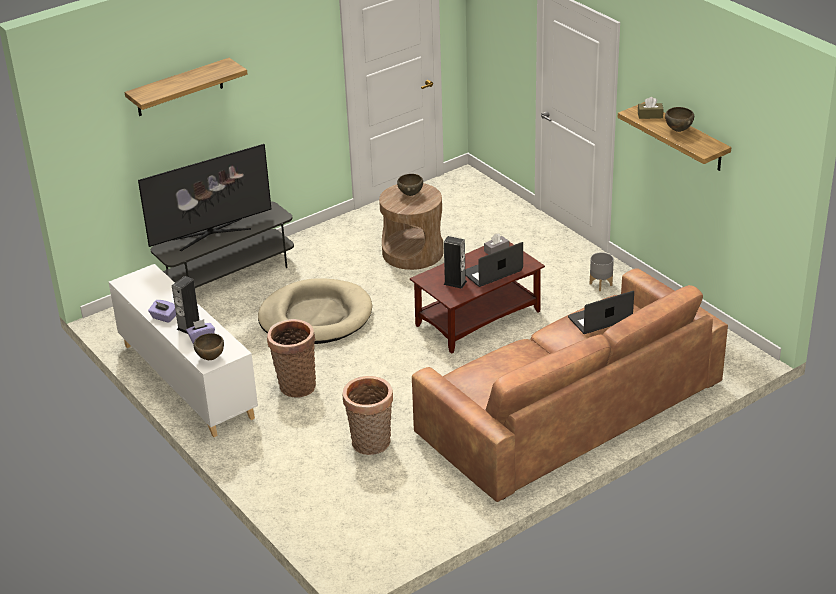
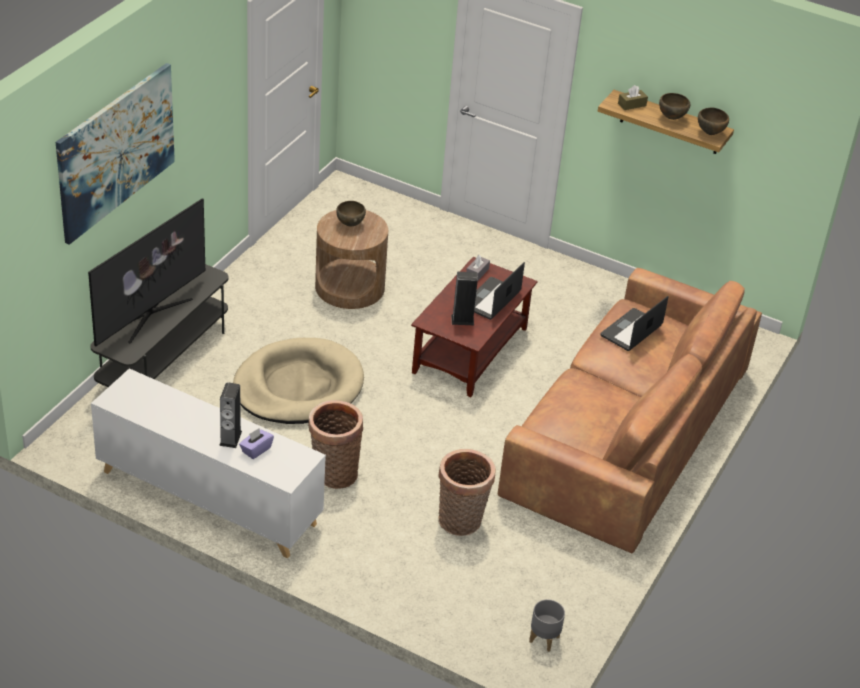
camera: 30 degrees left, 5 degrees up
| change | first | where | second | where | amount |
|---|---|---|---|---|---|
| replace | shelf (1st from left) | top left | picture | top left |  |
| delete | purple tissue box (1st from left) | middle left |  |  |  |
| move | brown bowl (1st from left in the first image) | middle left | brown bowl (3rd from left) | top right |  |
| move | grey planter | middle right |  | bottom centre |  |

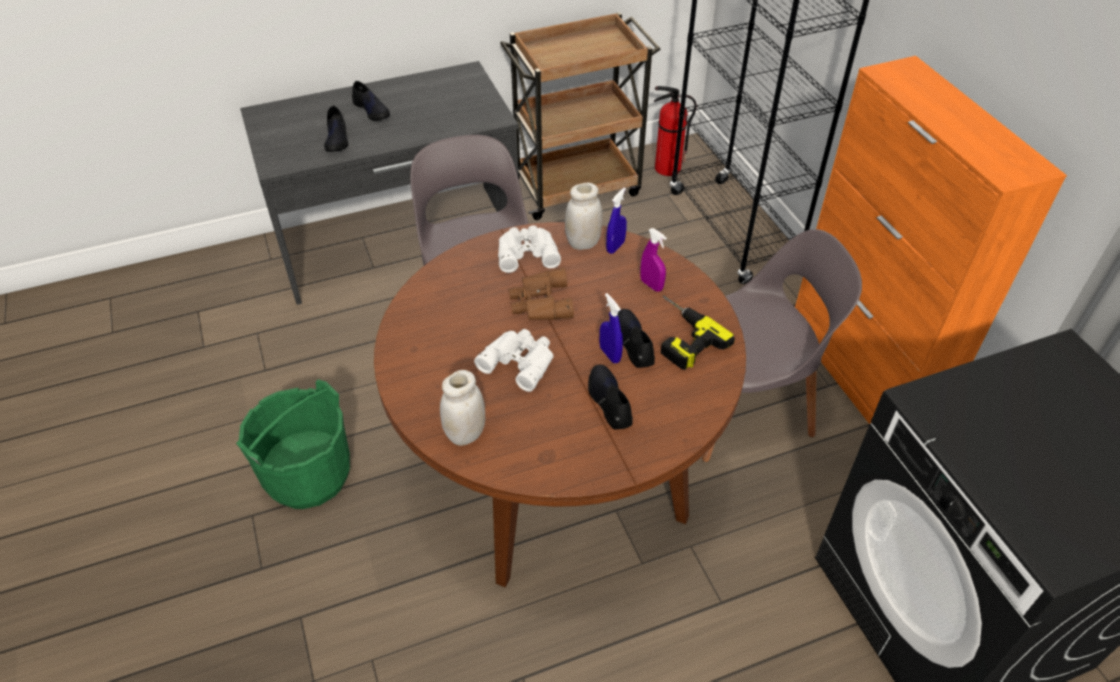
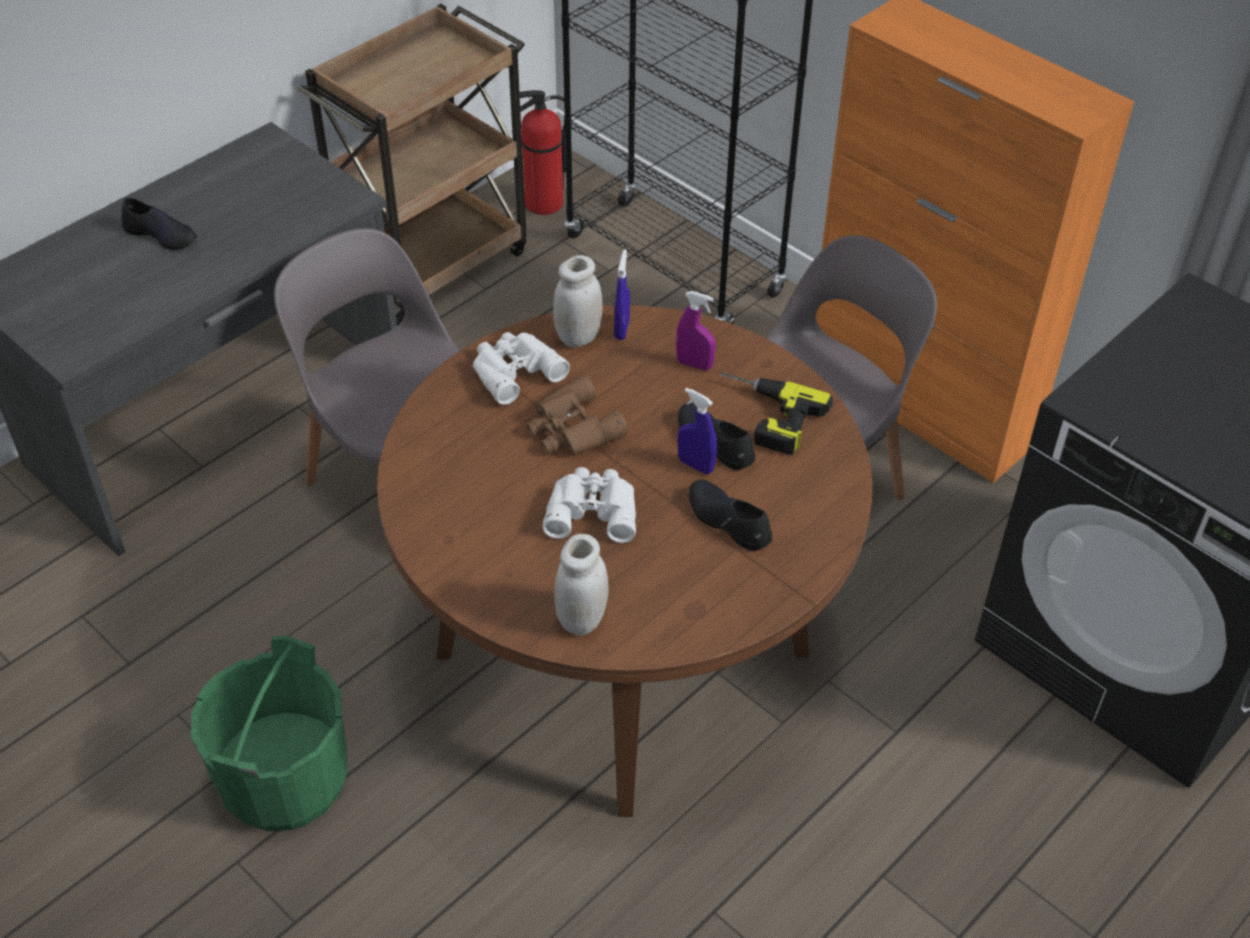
camera: 25 degrees left, 0 degrees up
| change | first | where | second | where | amount |
|---|---|---|---|---|---|
| delete | black shoe (1st from left) | top left |  |  |  |

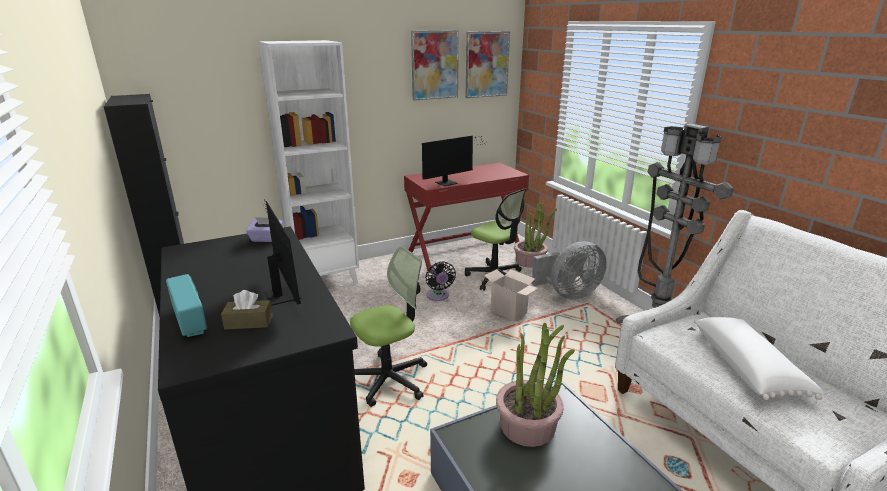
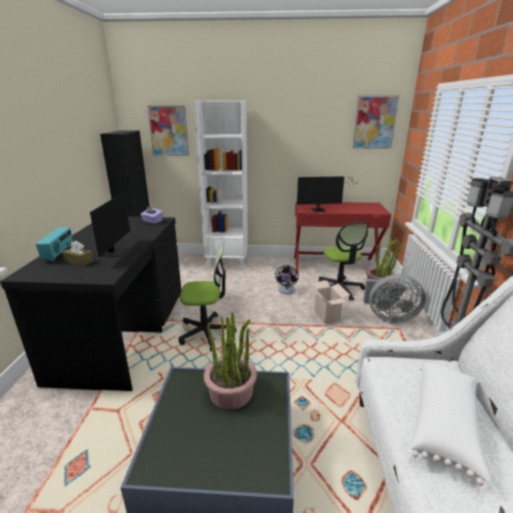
camera: 30 degrees right, 0 degrees up
| change | first | where | second | where | amount |
|---|---|---|---|---|---|
| move | picture (1st from left) | top centre |  | top left |  |

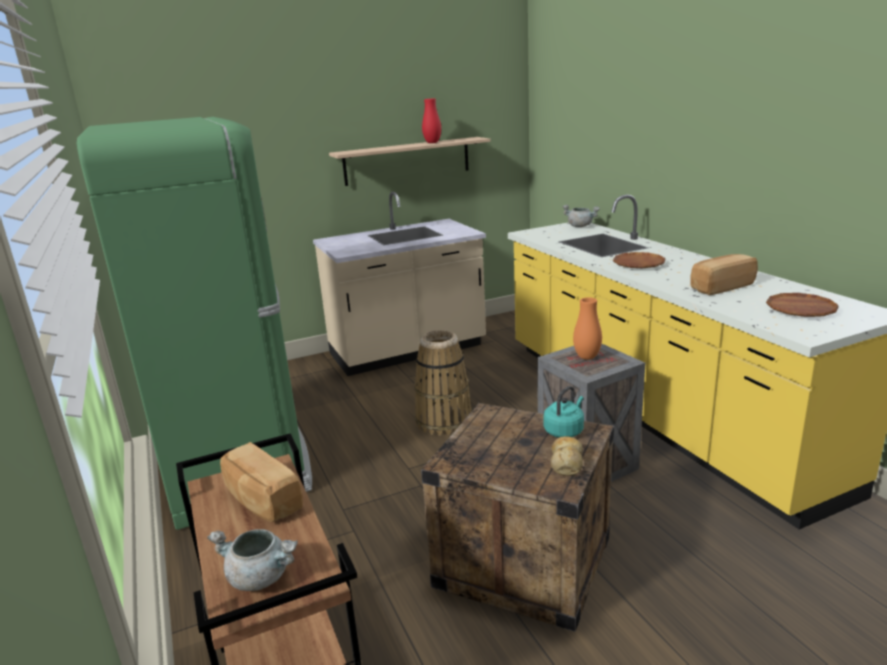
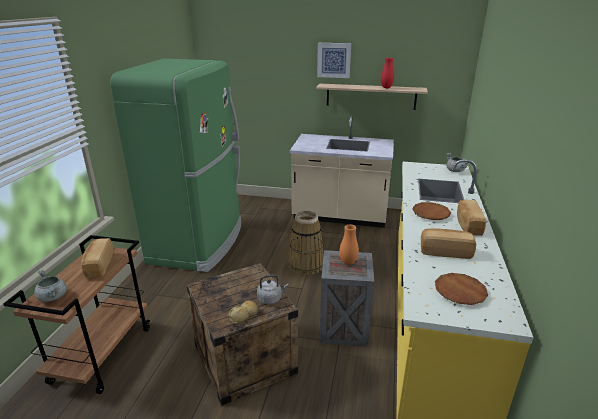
camera: 35 degrees right, 5 degrees up
| change | first | where | second | where | amount |
|---|---|---|---|---|---|
| recolor | turquoise kettle | centre | grey kettle | bottom centre |  |
| insert |  |  | picture | top centre |  |
| insert |  |  | bread (4th from left) | middle right |  |

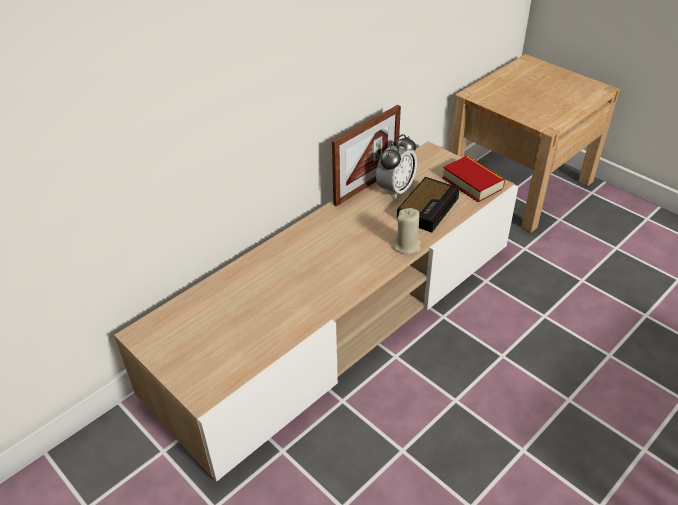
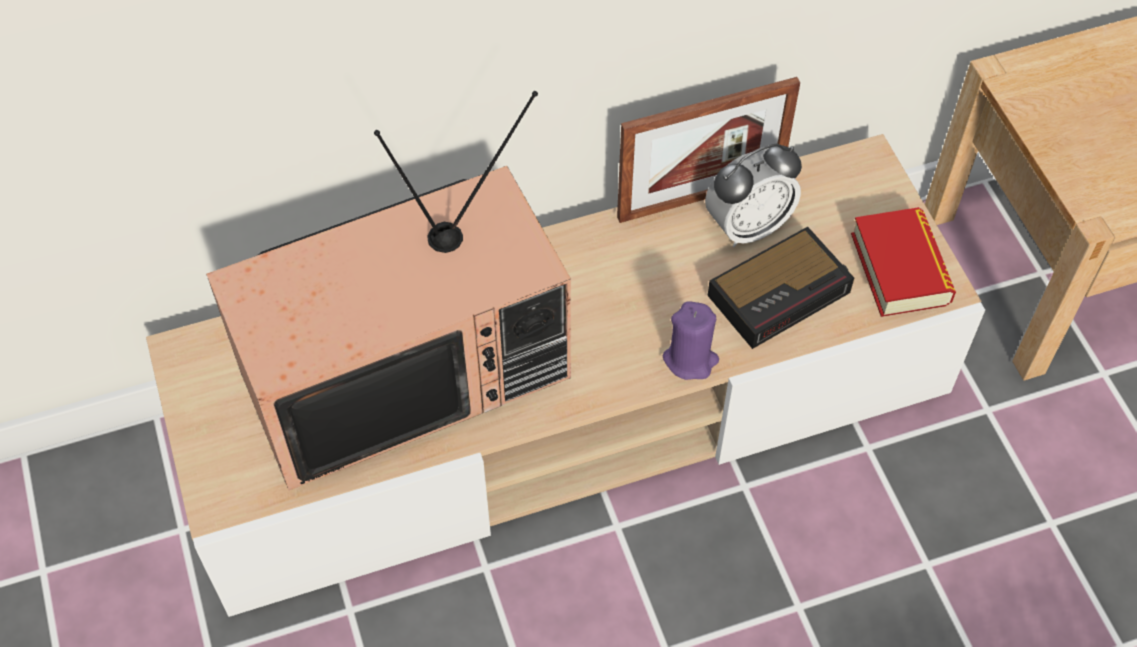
camera: 25 degrees right, 15 degrees up
| change | first | where | second | where | amount |
|---|---|---|---|---|---|
| recolor | beige candle | centre | purple candle | centre |  |
| insert |  |  | television | centre |  |

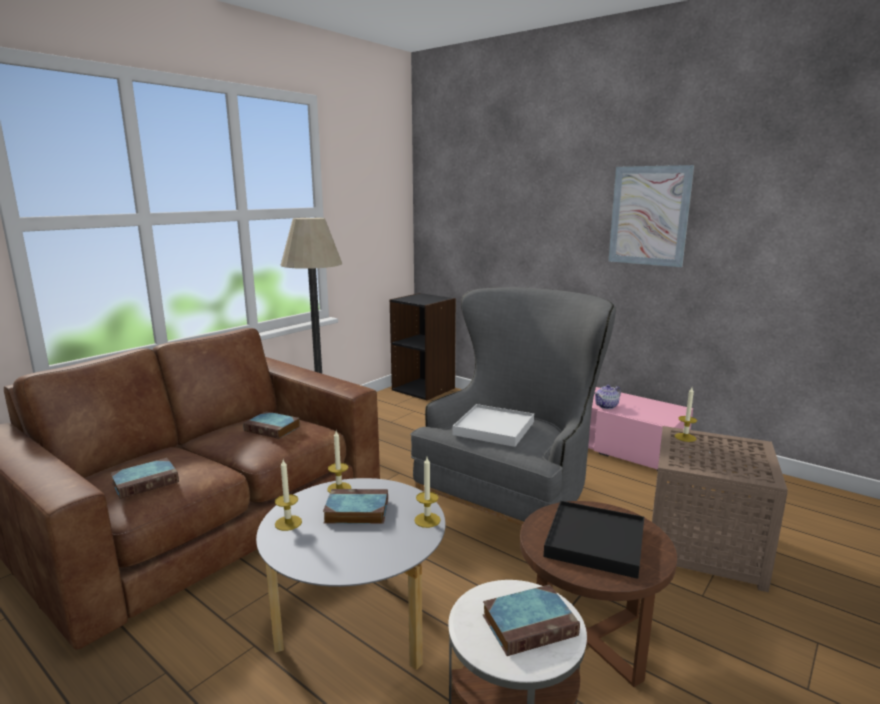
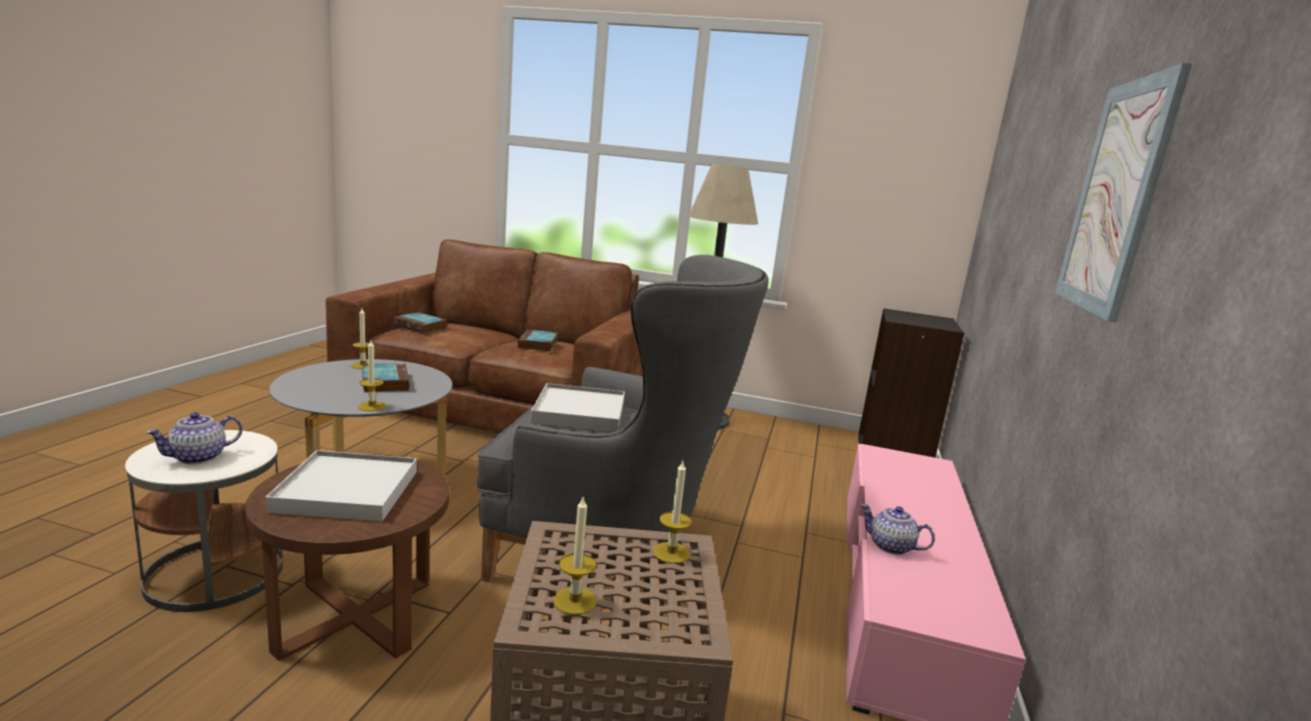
camera: 65 degrees right, 0 degrees up
| change | first | where | second | where | amount |
|---|---|---|---|---|---|
| move | candle (2nd from left in the first image) | centre | candle (3rd from left) | bottom centre |  |
| replace | book (4th from left) | bottom centre | teapot (1st from left) | middle left |  |
| recolor | black tray | bottom right | white tray (1st from left) | bottom left |  |

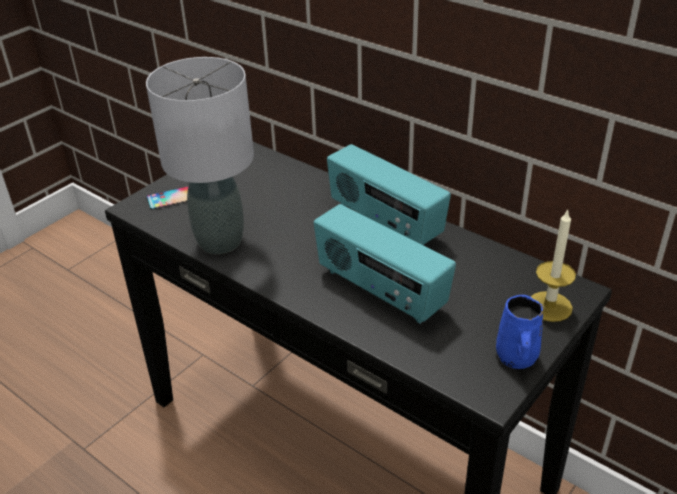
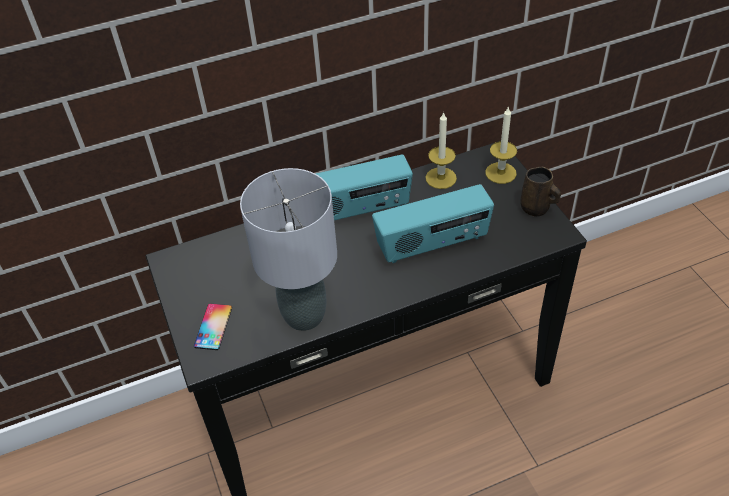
camera: 60 degrees left, 10 degrees up
| change | first | where | second | where | amount |
|---|---|---|---|---|---|
| recolor | blue mug | bottom right | brown mug | middle right |  |
| insert |  |  | candle (1st from left) | top centre |  |

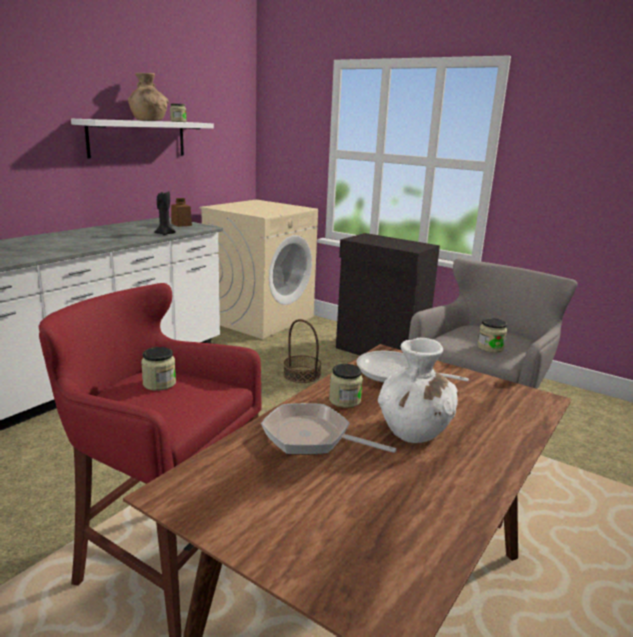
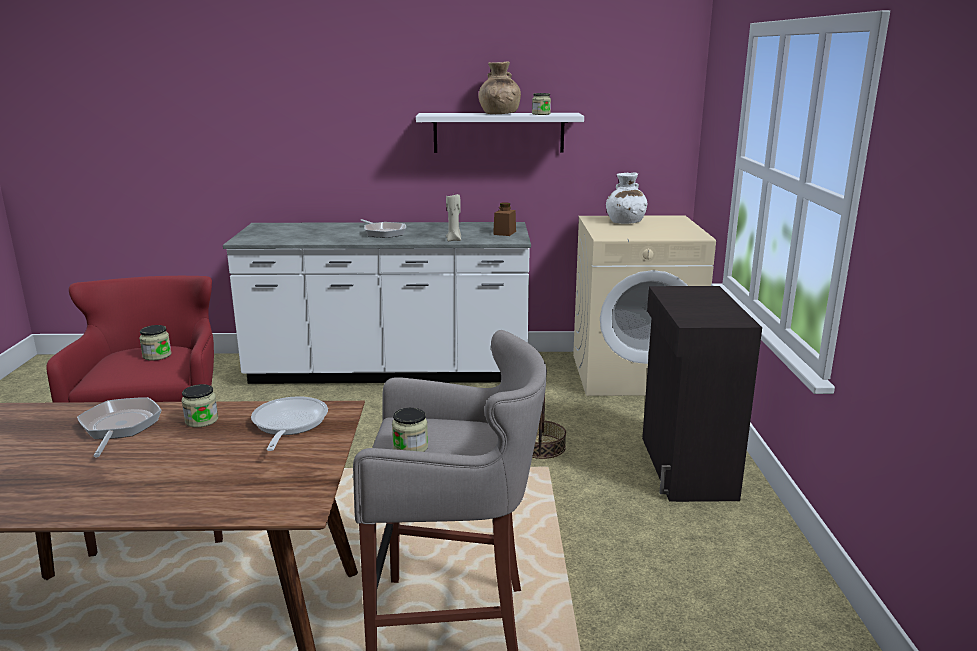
camera: 55 degrees right, 0 degrees up
| change | first | where | second | where | amount |
|---|---|---|---|---|---|
| recolor | black candle | middle left | beige candle | centre |  |
| move | white vase | centre |  | top centre |  |
| insert |  |  | frying pan (3rd from left) | centre |  |

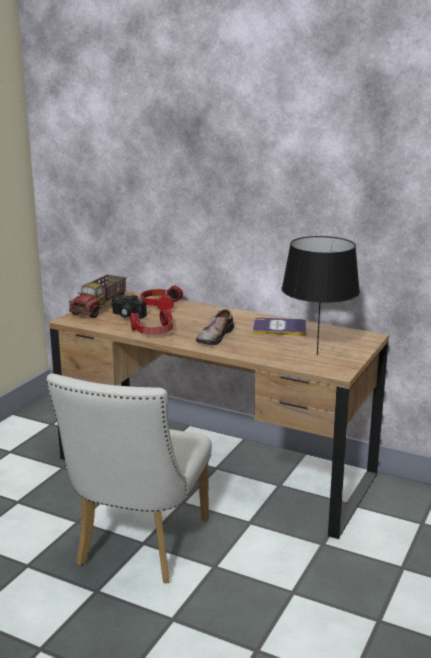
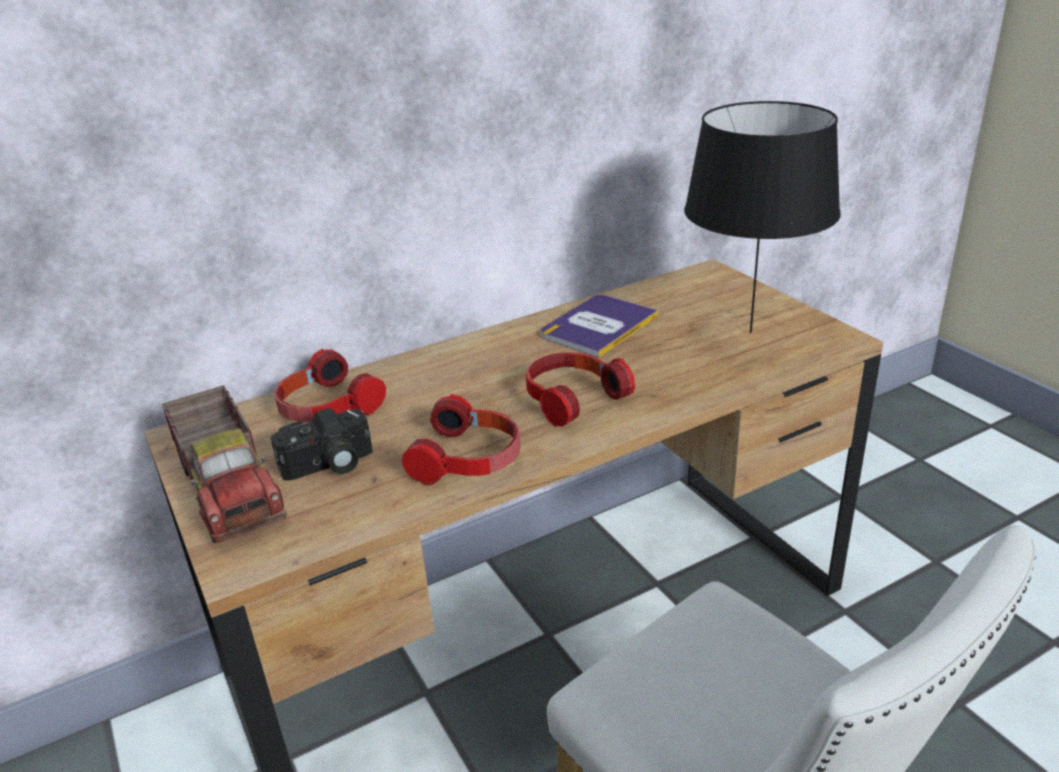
camera: 55 degrees left, 10 degrees up
| change | first | where | second | where | amount |
|---|---|---|---|---|---|
| replace | shoe | centre | headphones (3rd from left) | centre |  |

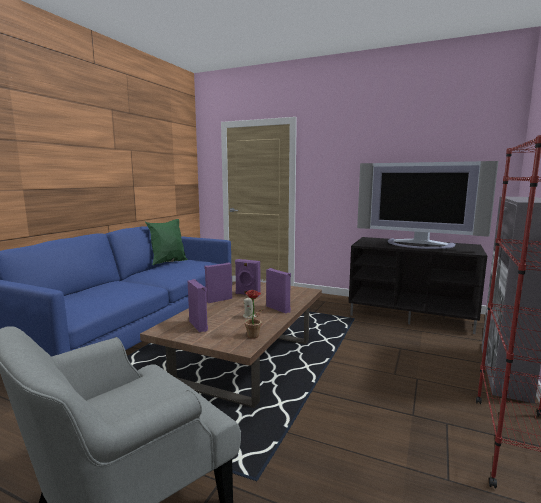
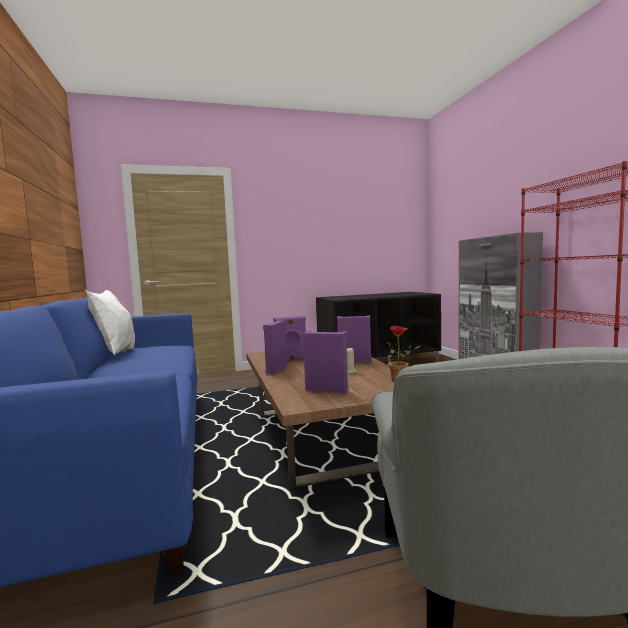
camera: 40 degrees left, 5 degrees down
| change | first | where | second | where | amount |
|---|---|---|---|---|---|
| recolor | green pillow | middle left | white pillow | middle left |  |
| delete | television | middle right |  |  |  |

